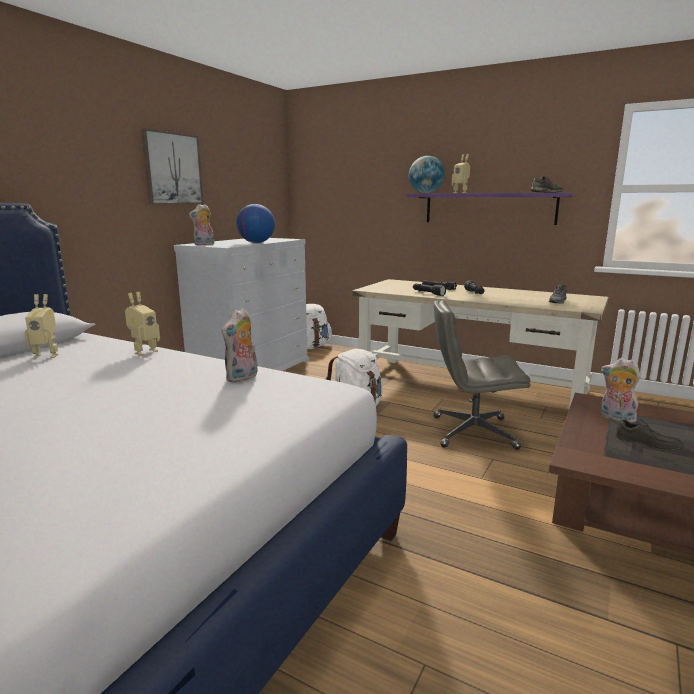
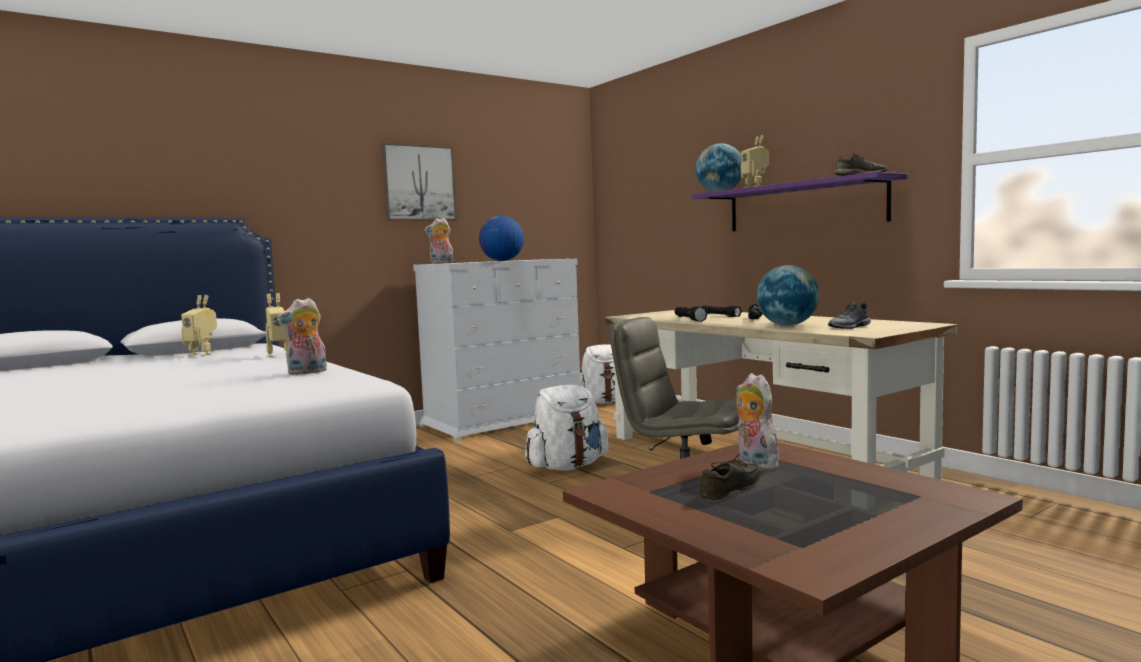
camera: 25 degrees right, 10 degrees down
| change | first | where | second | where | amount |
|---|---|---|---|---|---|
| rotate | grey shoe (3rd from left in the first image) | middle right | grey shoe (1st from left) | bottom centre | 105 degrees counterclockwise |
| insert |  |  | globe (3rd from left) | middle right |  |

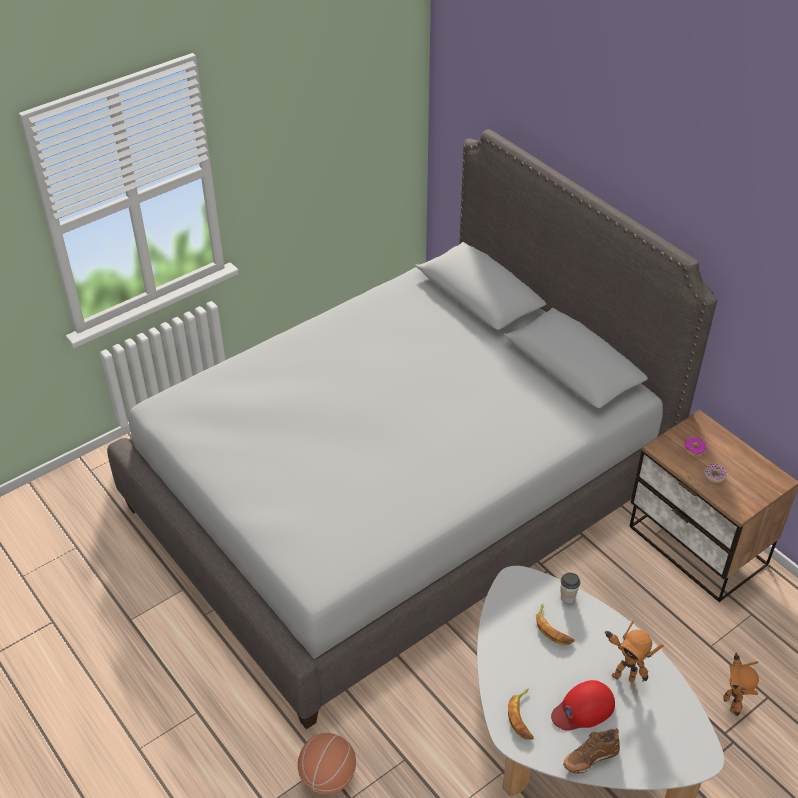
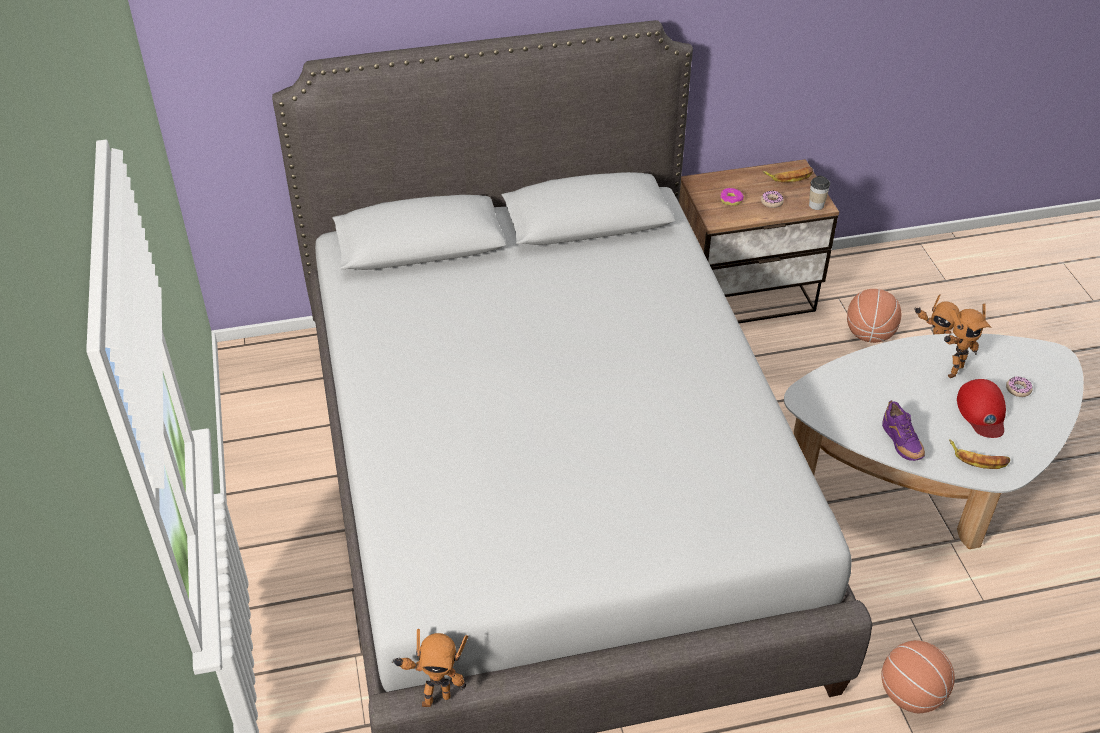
camera: 65 degrees left, 0 degrees up
| change | first | where | second | where | amount |
|---|---|---|---|---|---|
| move | banana (2nd from left in the first image) | bottom right | banana (1st from left) | top right |  |
| move | cup | bottom right |  | top right |  |
| delete | brown shoe | bottom right |  |  |  |
| insert |  |  | toy robot (1st from left) | bottom centre |  |
| insert |  |  | basketball (1st from left) | middle right |  |
| insert |  |  | purple shoe | middle right |  |
| insert |  |  | donut (3rd from left) | middle right |  |

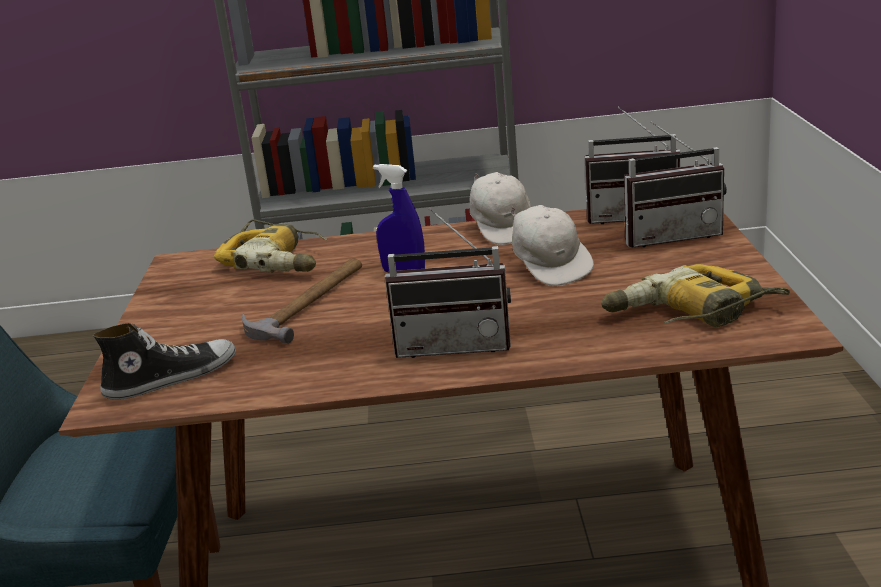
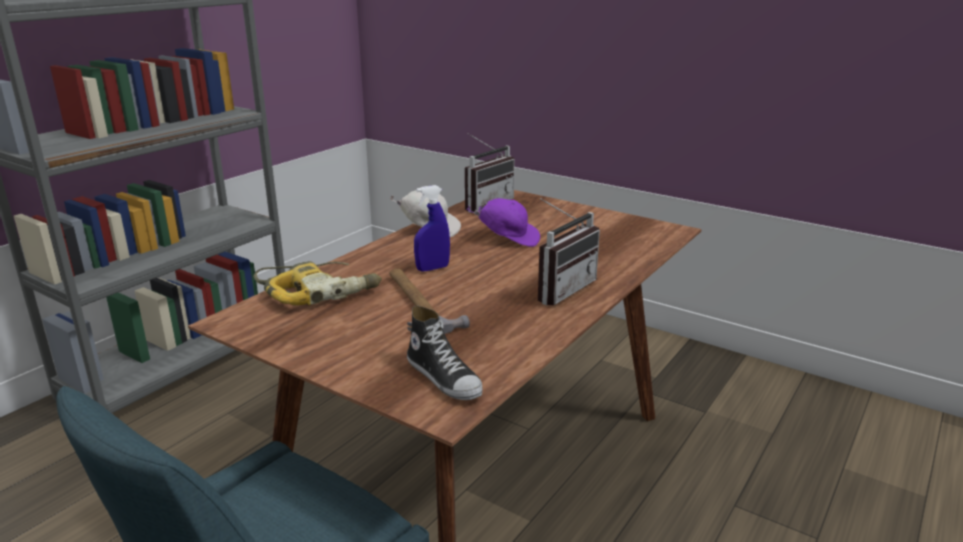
camera: 55 degrees left, 0 degrees up
| change | first | where | second | where | amount |
|---|---|---|---|---|---|
| rotate | shoe | middle left |  | centre | 135 degrees clockwise |
| recolor | white cap (2nd from left) | centre | purple cap | centre |  |
| delete | power drill (2nd from left) | middle right |  |  |  |
| delete | radio (3rd from left) | top right |  |  |  |

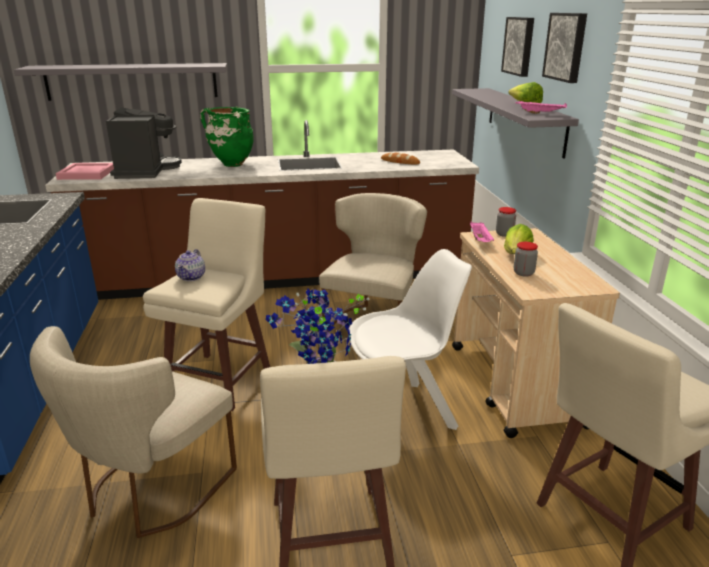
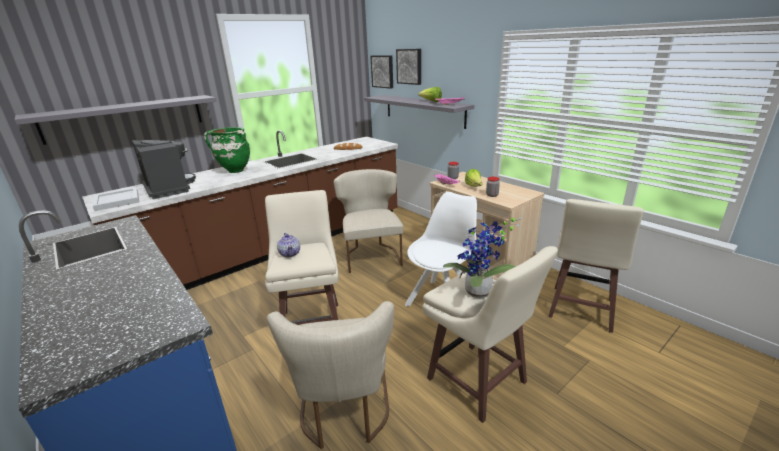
camera: 30 degrees left, 0 degrees up
| change | first | where | second | where | amount |
|---|---|---|---|---|---|
| recolor | pink tray (1st from left) | top left | white tray | middle left |  |
| move | picture (2nd from left in the first image) | top right | picture (1st from left) | top centre |  |

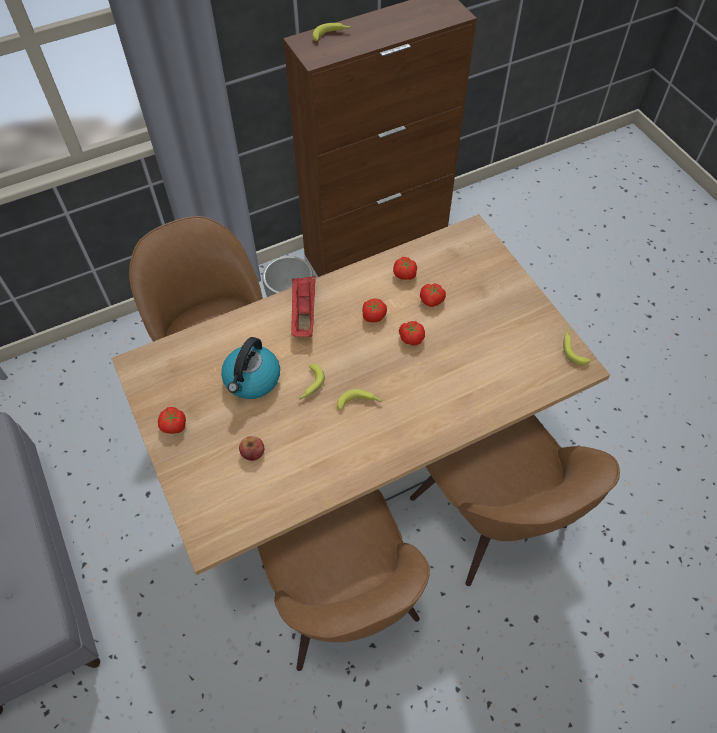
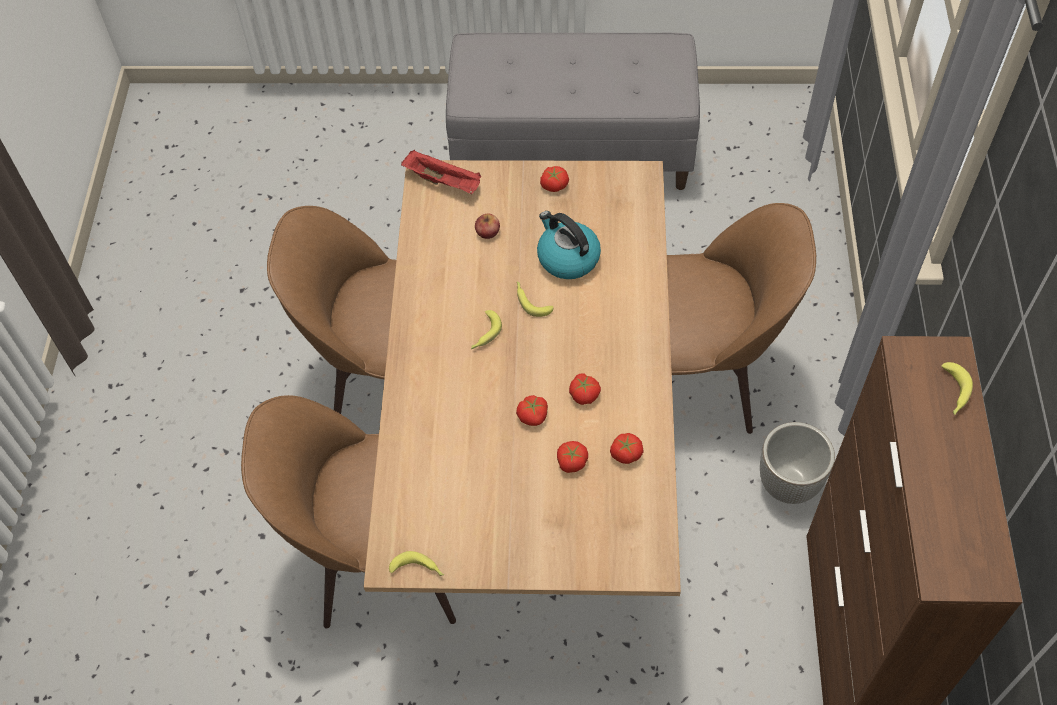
camera: 120 degrees right, 0 degrees up
| change | first | where | second | where | amount |
|---|---|---|---|---|---|
| move | red tray | centre |  | top centre |  |

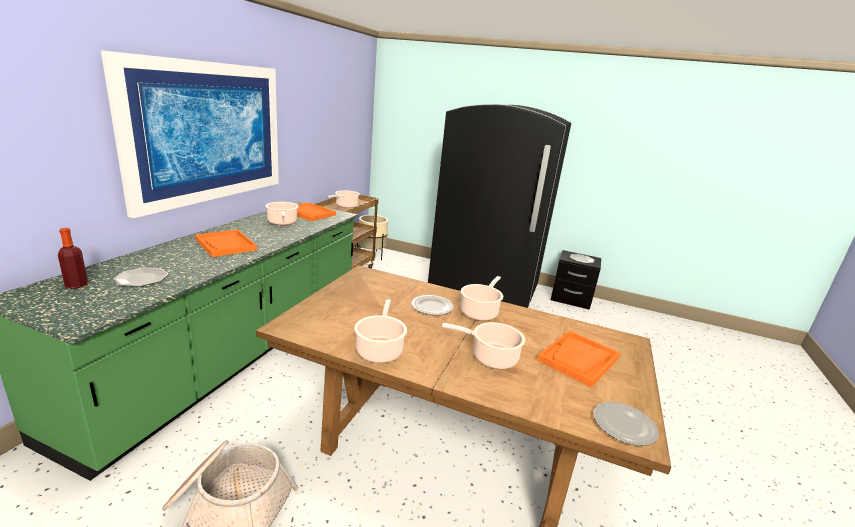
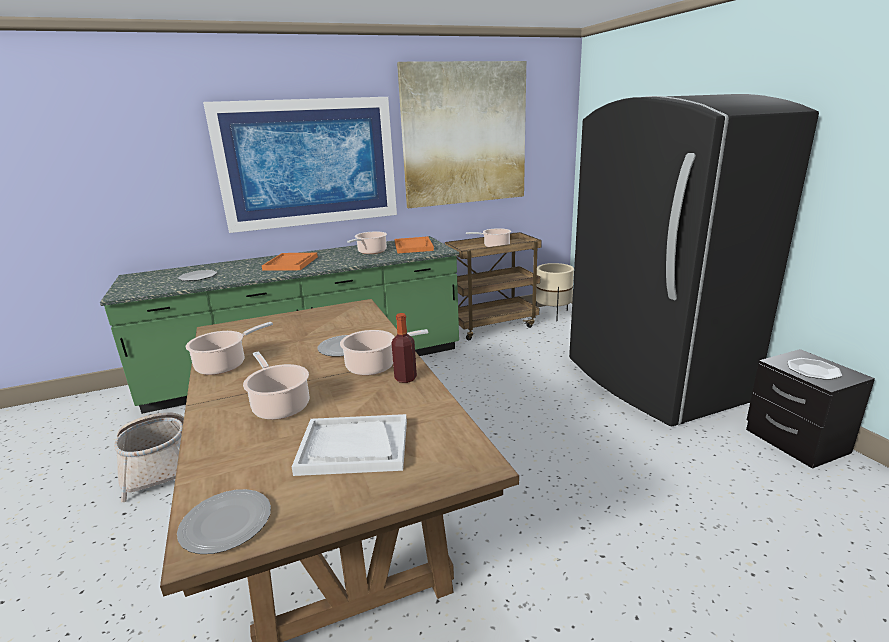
camera: 50 degrees right, 0 degrees up
| change | first | where | second | where | amount |
|---|---|---|---|---|---|
| move | bottle | middle left |  | centre |  |
| recolor | orange tray (3rd from left) | bottom right | white tray | bottom centre |  |
| insert |  |  | picture (2nd from left) | top centre |  |

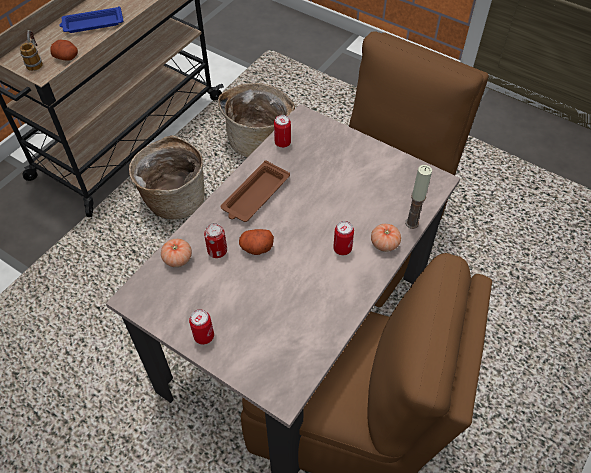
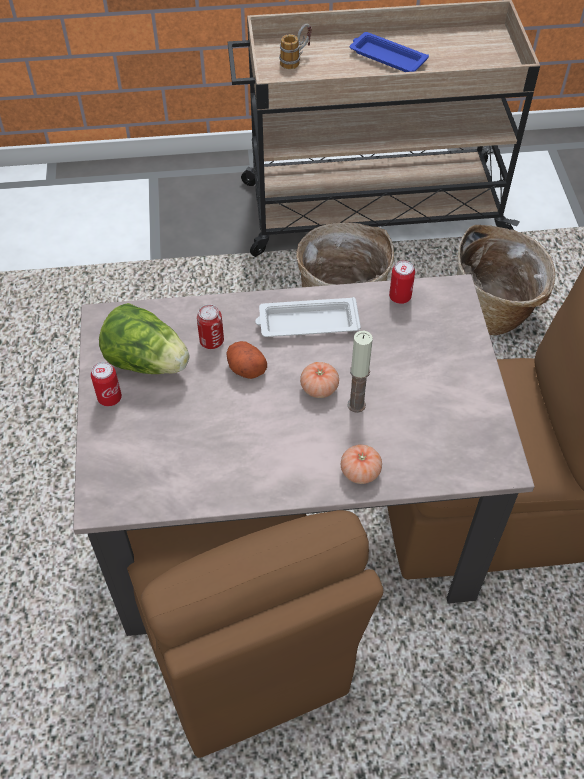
camera: 50 degrees right, 0 degrees up
| change | first | where | second | where | amount |
|---|---|---|---|---|---|
| delete | potato (1st from left) | top left |  |  |  |
| move | tomato (1st from left) | middle left |  | centre |  |
| recolor | brown tray | centre | white tray | centre |  |
| delete | can (4th from left) | centre |  |  |  |
| move | candle | middle right |  | centre |  |
| insert |  |  | lettuce | middle left |  |

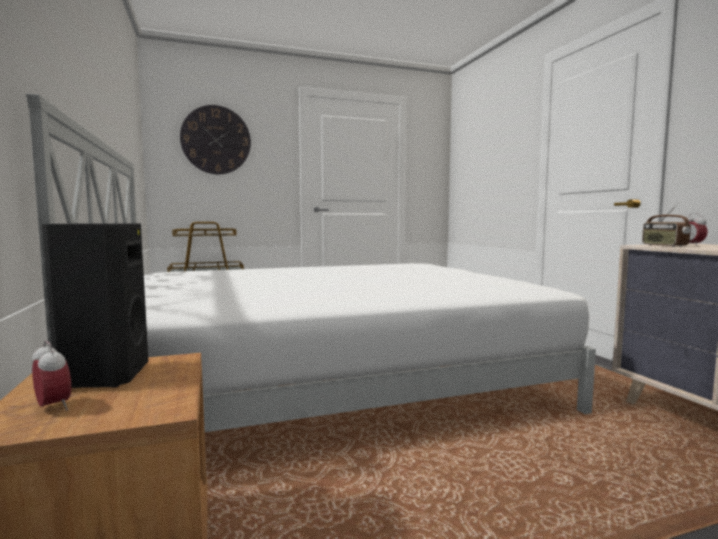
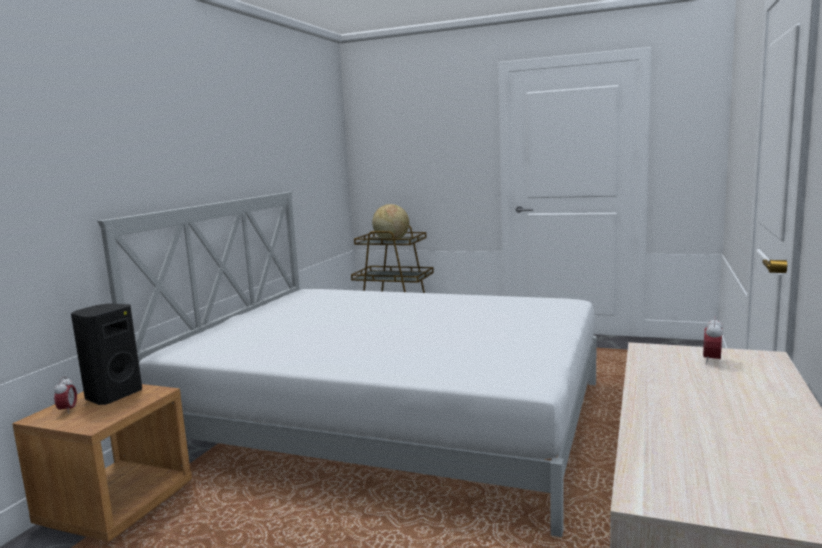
camera: 40 degrees right, 5 degrees up
| change | first | where | second | where | amount |
|---|---|---|---|---|---|
| delete | wall clock | top left |  |  |  |
| delete | radio | middle right |  |  |  |
| insert |  |  | globe | centre |  |

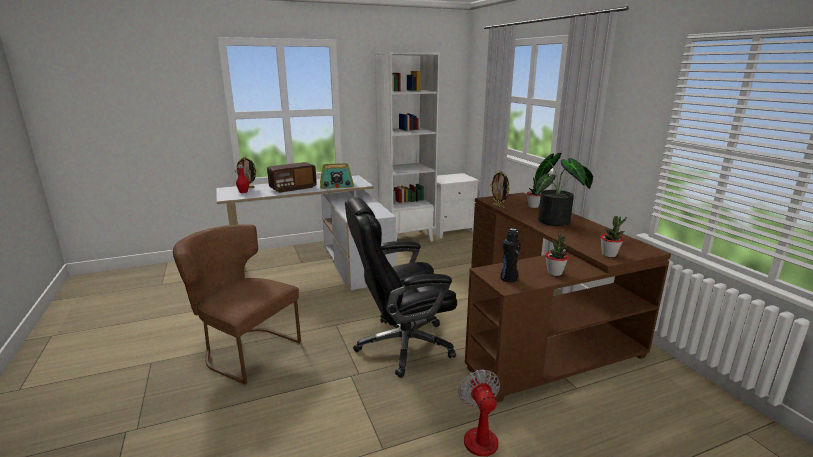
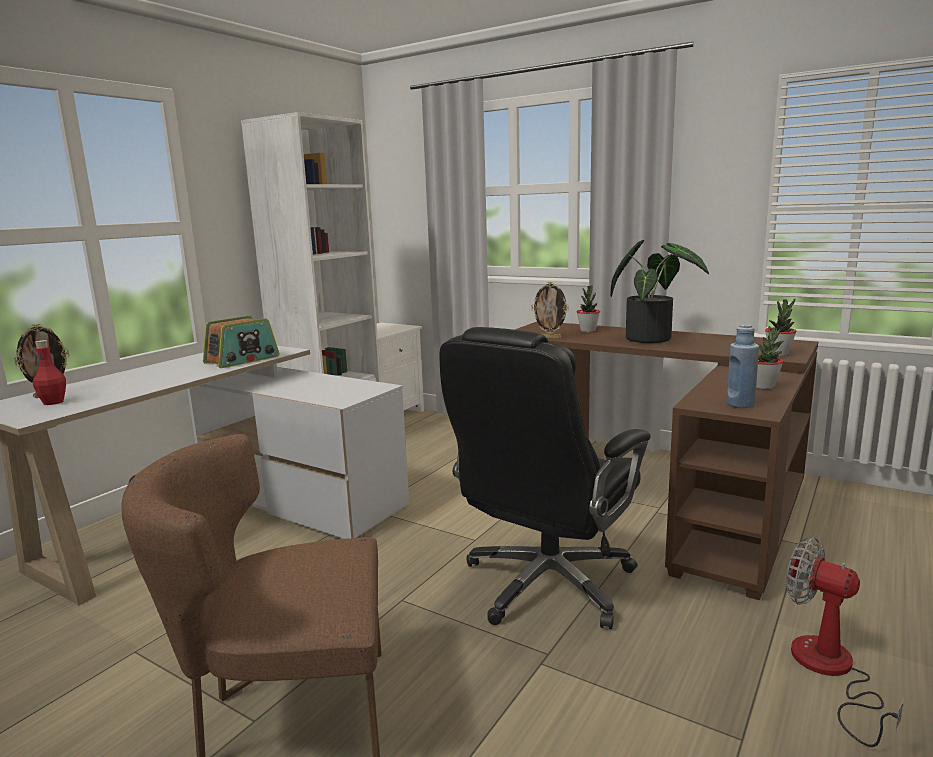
camera: 35 degrees left, 5 degrees down
| change | first | where | second | where | amount |
|---|---|---|---|---|---|
| delete | radio (1st from left) | centre |  |  |  |
| recolor | black bottle | centre | blue bottle | middle right |  |

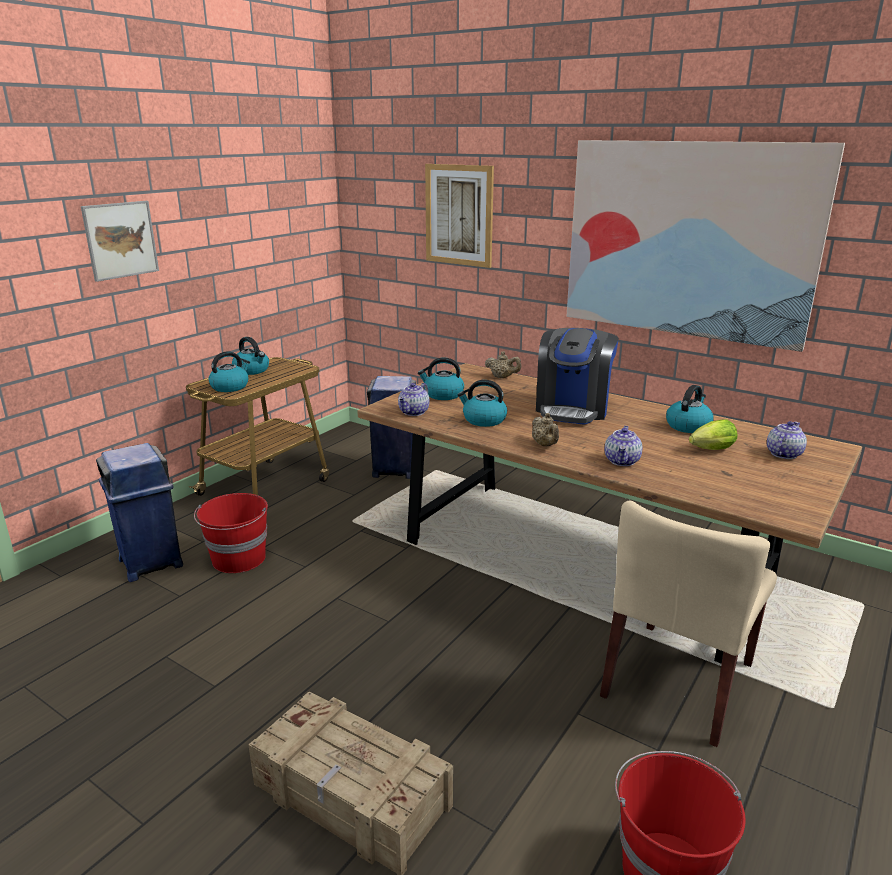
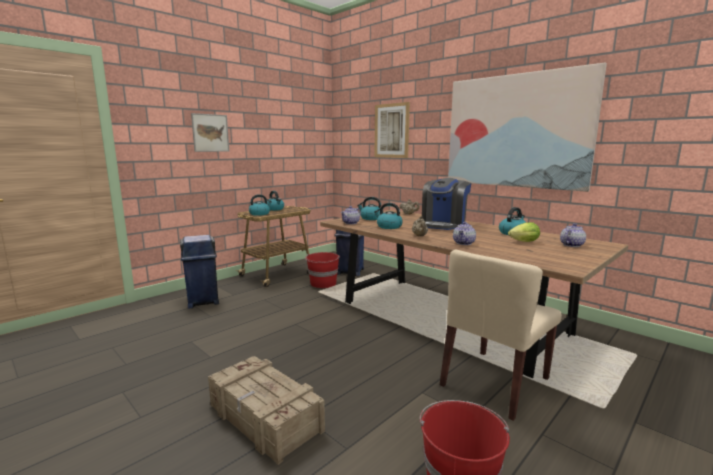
camera: 10 degrees right, 10 degrees down
| change | first | where | second | where | amount |
|---|---|---|---|---|---|
| move | red bucket (1st from left) | middle left |  | centre |  |

